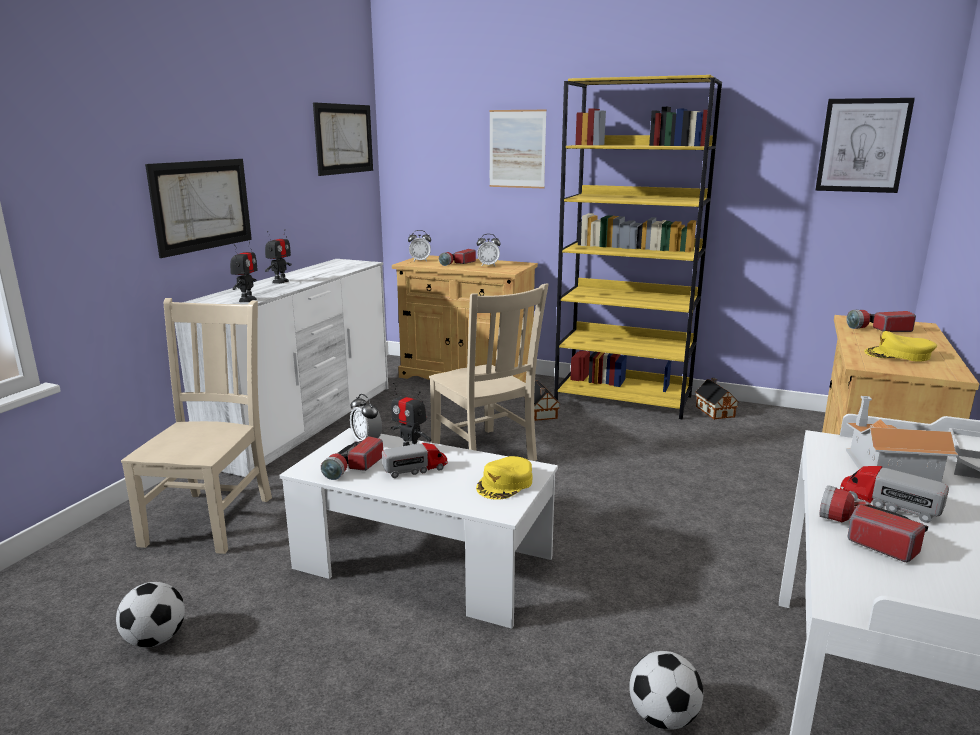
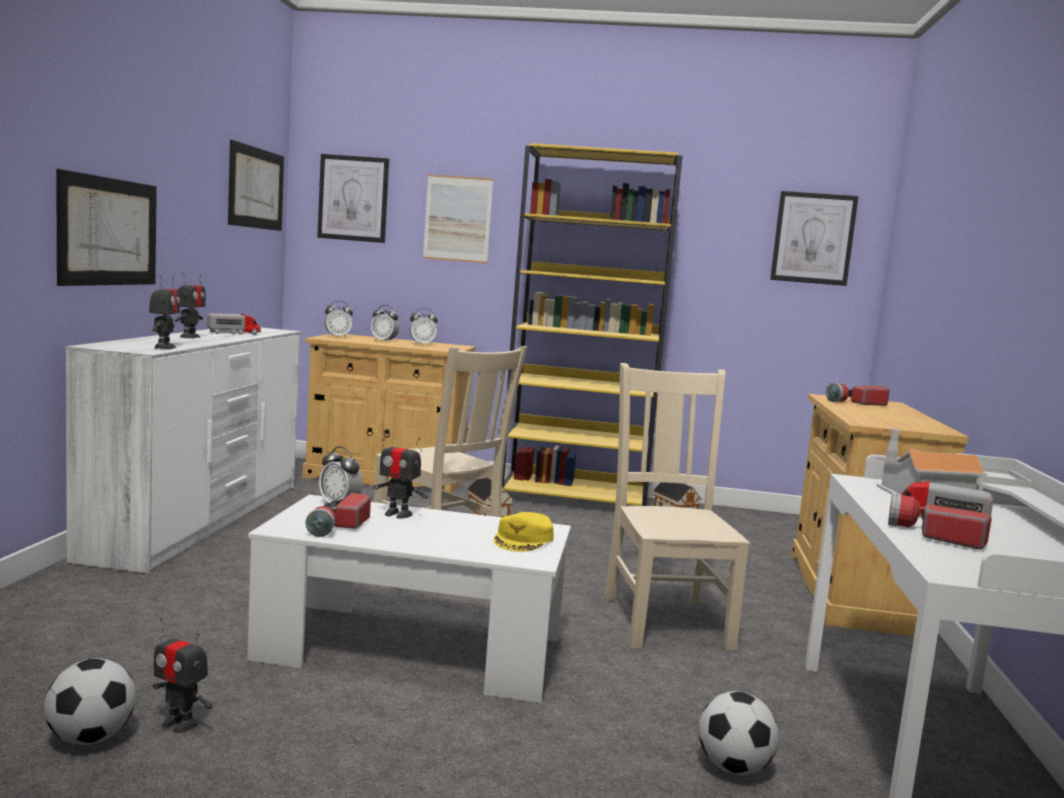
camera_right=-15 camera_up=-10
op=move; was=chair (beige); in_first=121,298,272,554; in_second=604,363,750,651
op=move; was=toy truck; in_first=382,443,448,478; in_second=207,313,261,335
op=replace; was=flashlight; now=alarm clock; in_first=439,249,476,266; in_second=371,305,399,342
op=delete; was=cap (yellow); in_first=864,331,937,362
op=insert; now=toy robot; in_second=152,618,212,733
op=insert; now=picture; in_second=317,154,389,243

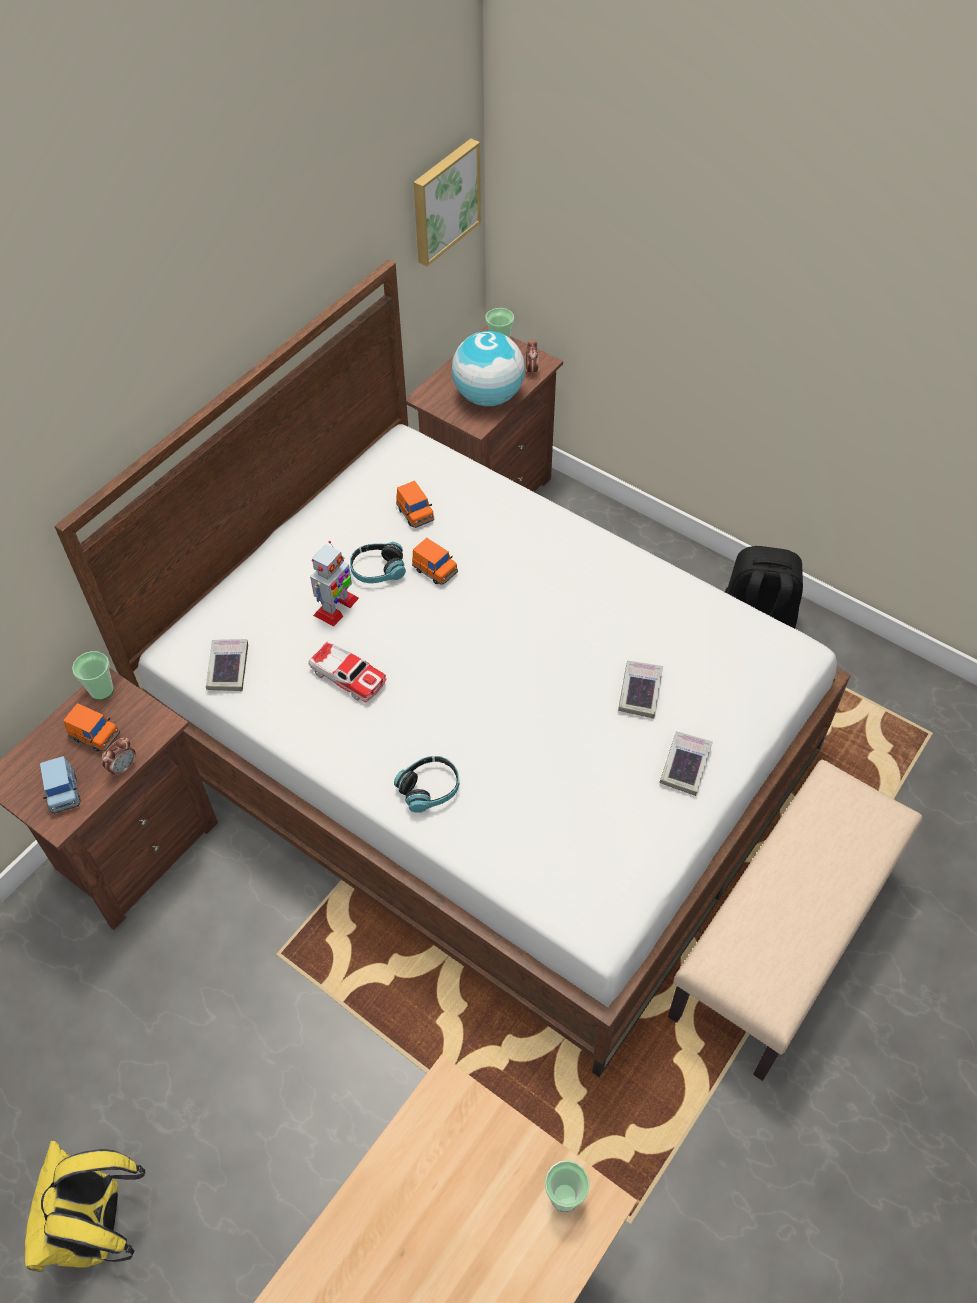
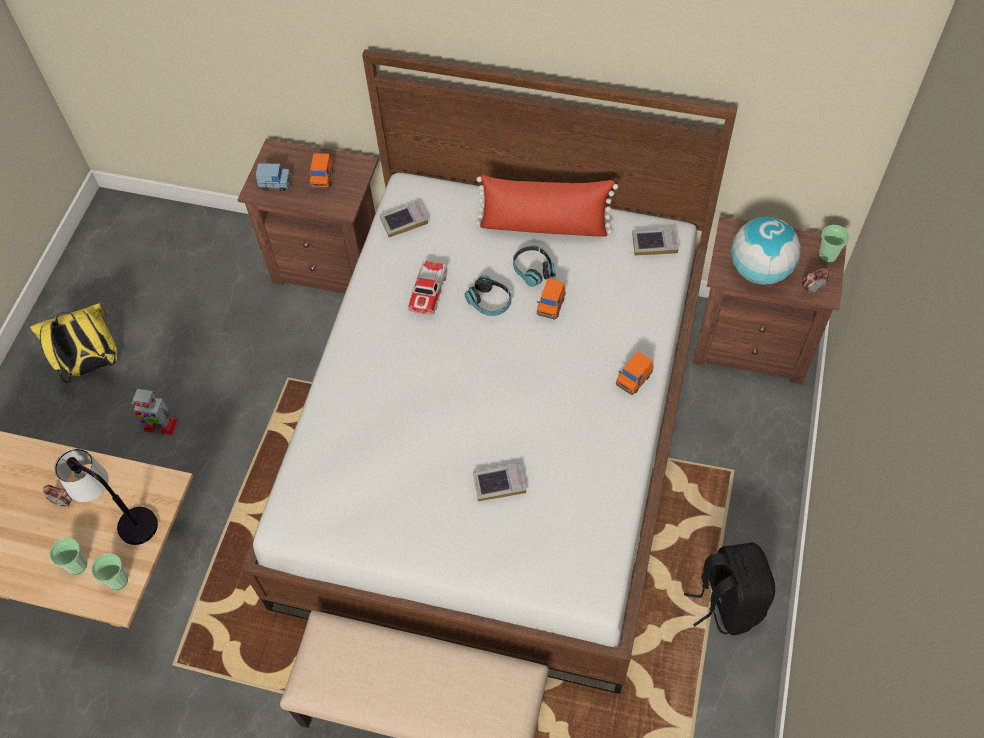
camera_right=70 camera_up=5
op=rotate; was=toy car (blue); in_first=40,756,81,814; in_second=255,163,292,191; clockwise=-135
op=move; was=cup; in_first=72,651,114,700; in_second=49,538,87,574
op=move; was=alarm clock; in_first=102,737,136,777; in_second=43,485,72,507
op=move; was=toy robot; in_first=310,541,359,627; in_second=132,389,178,435
op=move; was=headphones; in_first=394,756,459,813; in_second=464,275,511,316
op=move; was=toy car (orange); in_first=396,481,434,528; in_second=616,352,653,395
op=delete; was=picture; in_first=414,139,481,267
op=move; was=book; in_first=659,732,713,796; in_second=632,228,679,256
op=insert; now=table lamp; in_second=54,448,158,545
op=insert; now=pillow (red); in_second=475,175,618,236

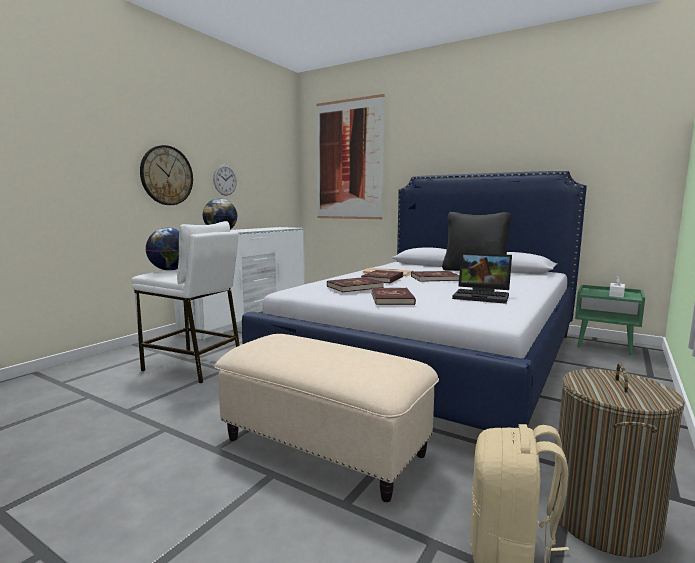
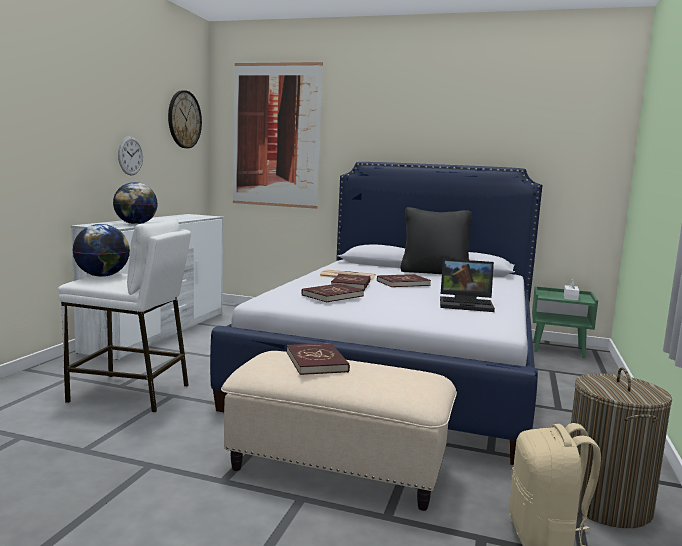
camera_right=-15 camera_up=0
op=move; was=wall clock; in_first=140,145,193,205; in_second=168,90,202,148
op=move; was=book (red); in_first=371,288,416,305; in_second=287,343,350,375

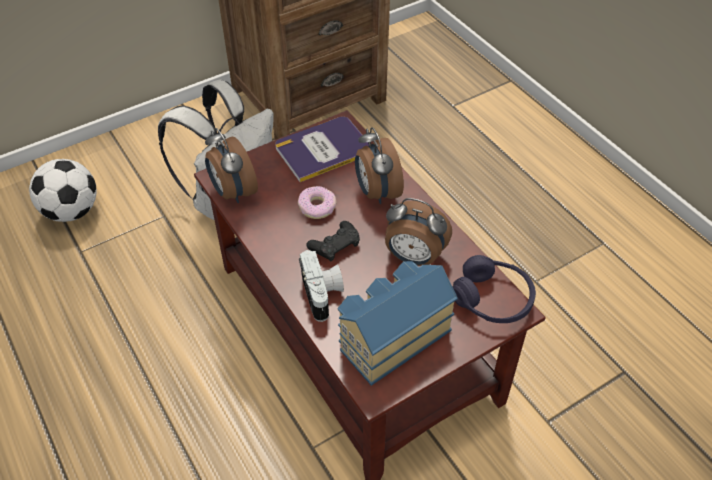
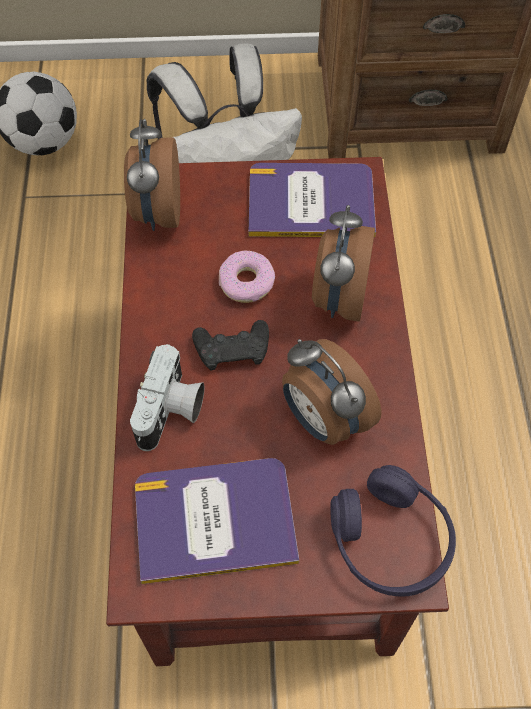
camera_right=30 camera_up=10
op=replace; was=toy house; now=book; in_first=337,261,458,386; in_second=135,458,299,584

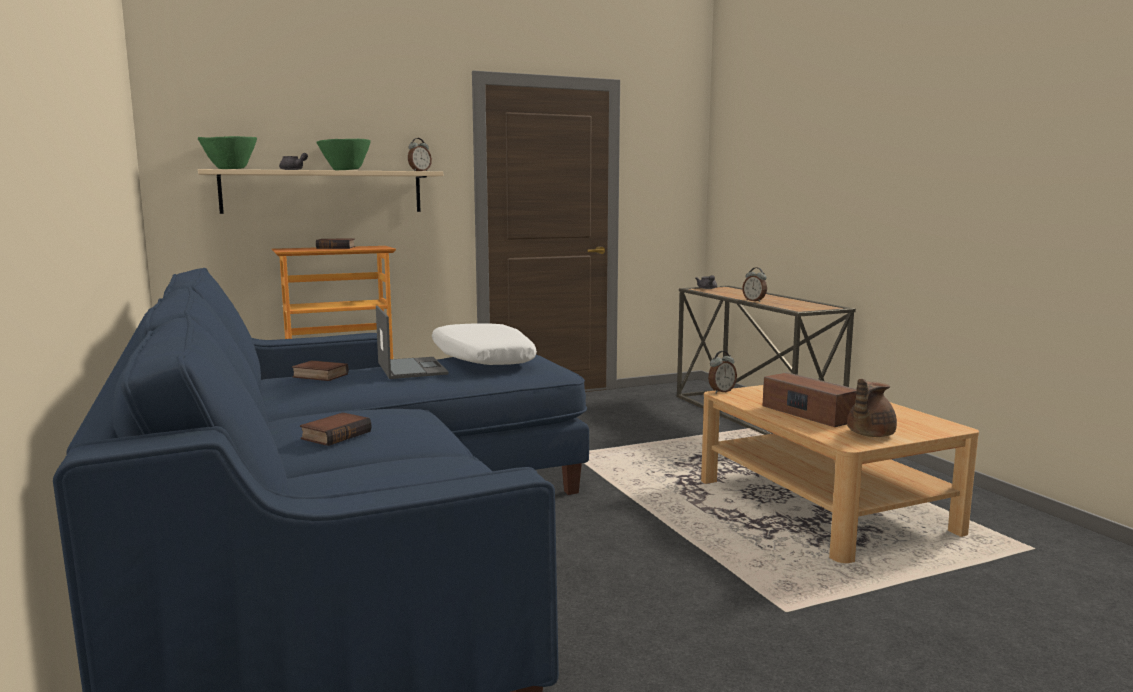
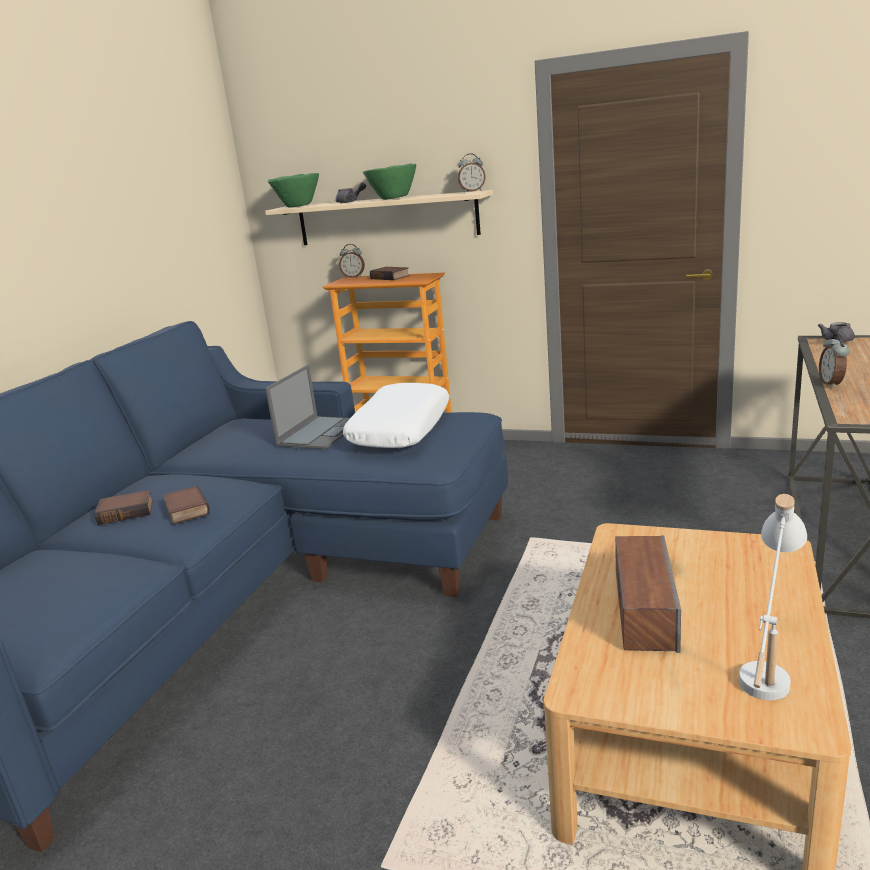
camera_right=45 camera_up=10
op=move; was=book; in_first=292,360,349,381; in_second=163,485,210,524
op=move; was=alarm clock; in_first=708,351,737,393; in_second=339,244,365,278
op=delete; was=teapot (brown); in_first=847,379,897,437
op=insert; now=table lamp (white); in_second=739,494,807,700

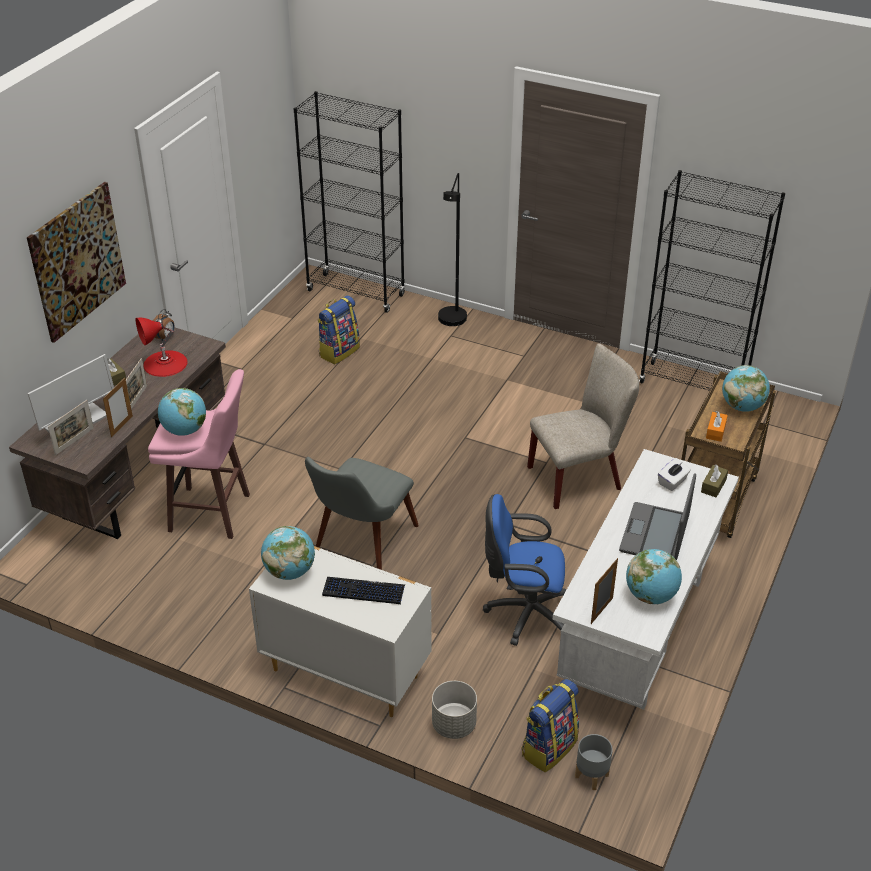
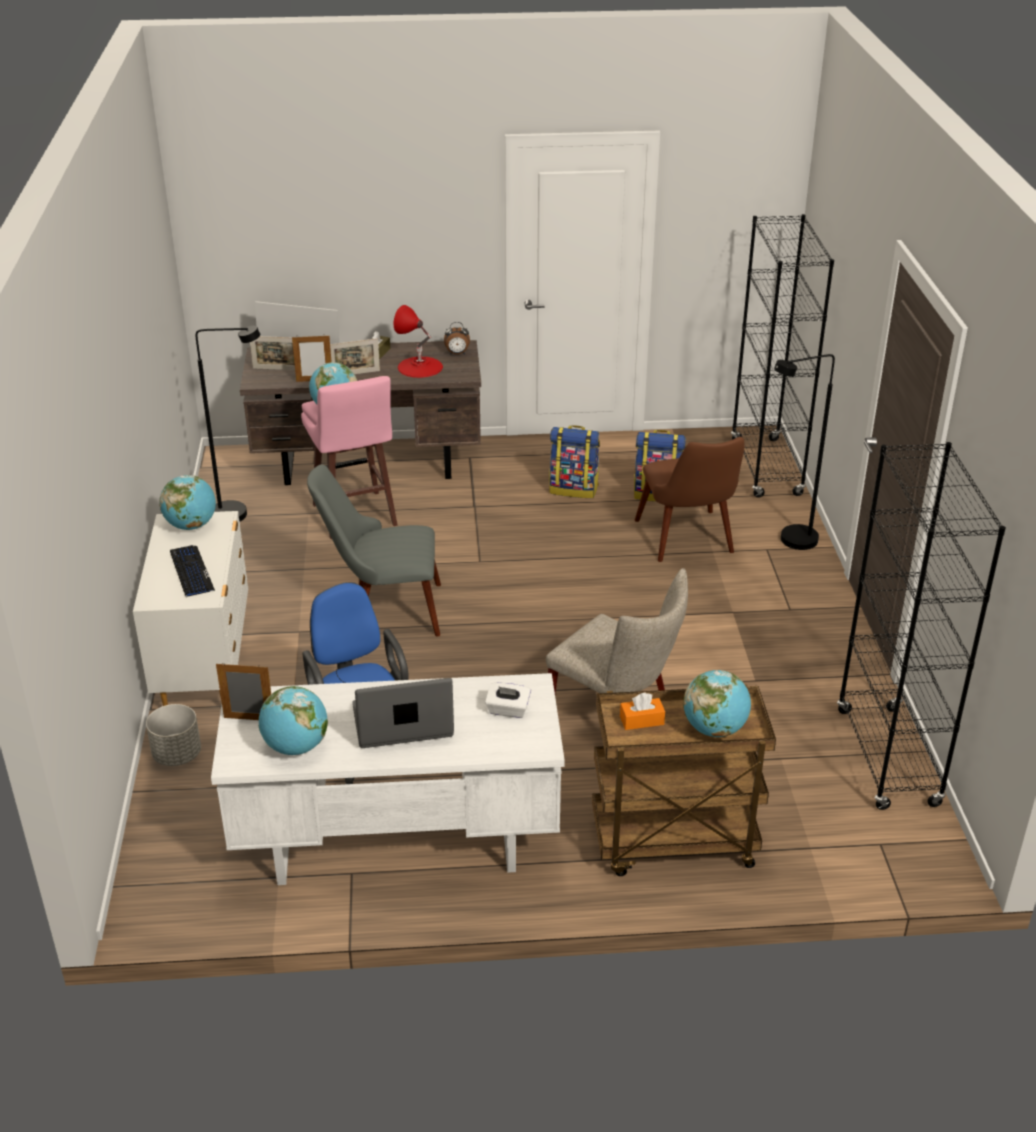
camera_right=60 camera_up=-5
op=delete; was=picture; in_first=27,182,126,343
op=move; was=backpack; in_first=522,679,579,772; in_second=549,425,600,498
op=delete; was=planter (grey); in_first=575,734,613,790
op=delete; was=tissue box (brown); in_first=701,465,728,497
op=insert; now=floor lamp (black); in_second=196,326,260,521
op=insert; now=chair (brown); in_second=635,437,745,562

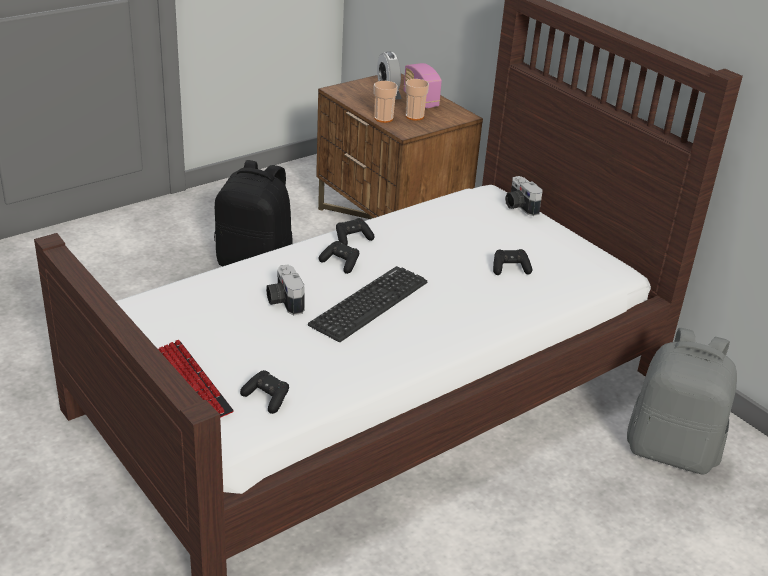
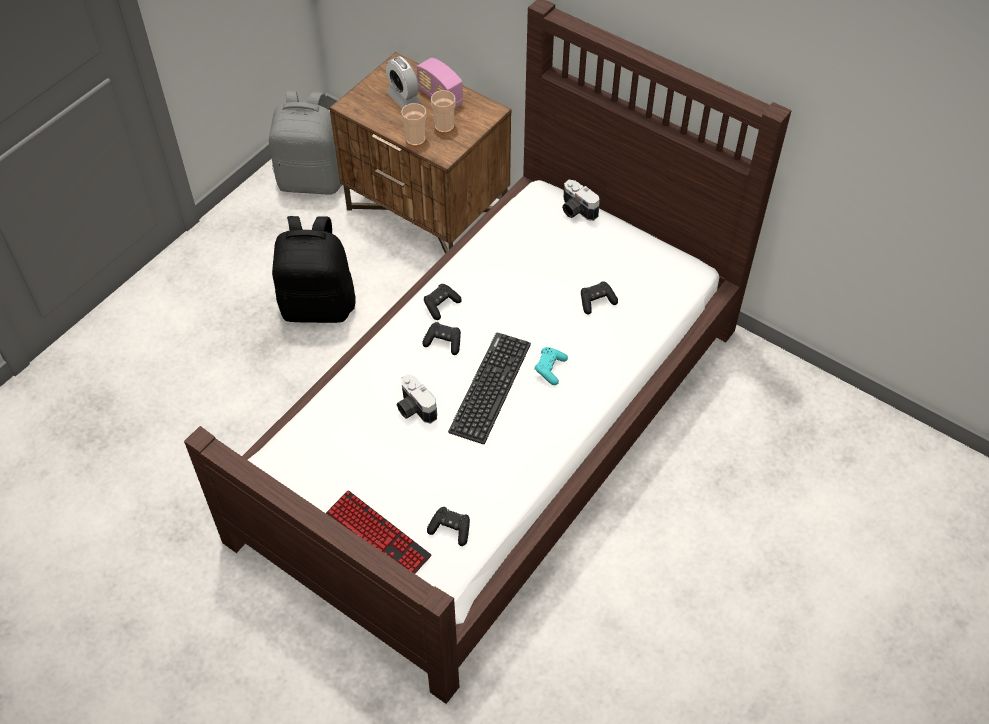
camera_right=-15 camera_up=20
op=move; was=backpack (grey); in_first=627,328,737,474; in_second=269,90,342,194
op=insert; now=game controller (turquoise); in_second=534,347,568,385

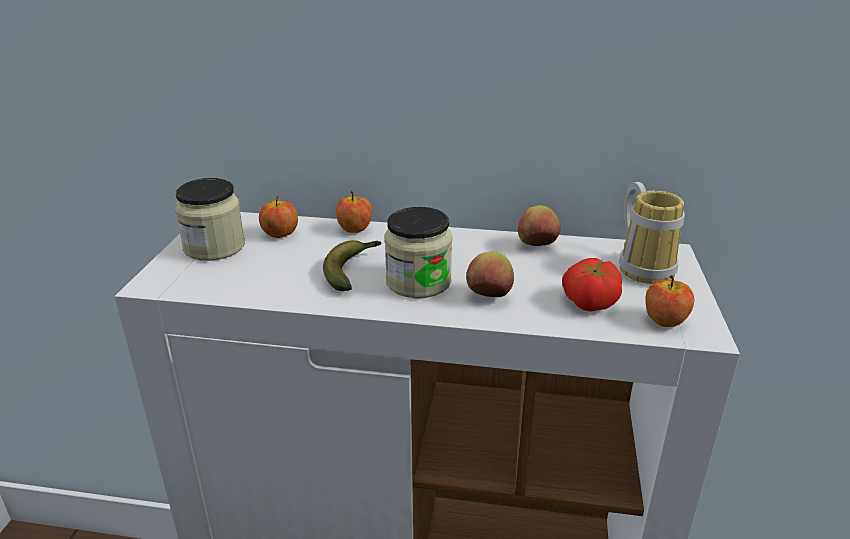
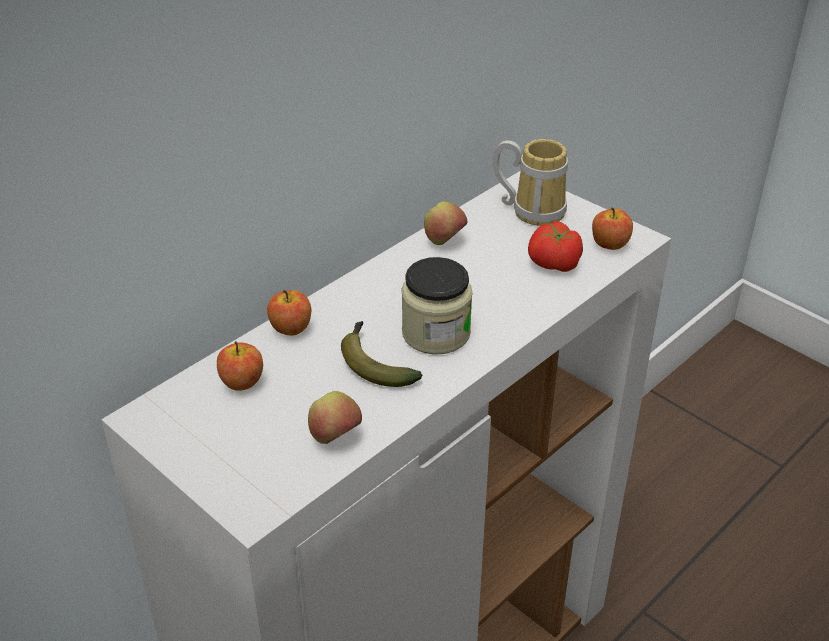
camera_right=-55 camera_up=10
op=delete; was=jar; in_first=175,178,245,261
op=move; was=apple; in_first=466,252,514,297; in_second=308,391,362,444

